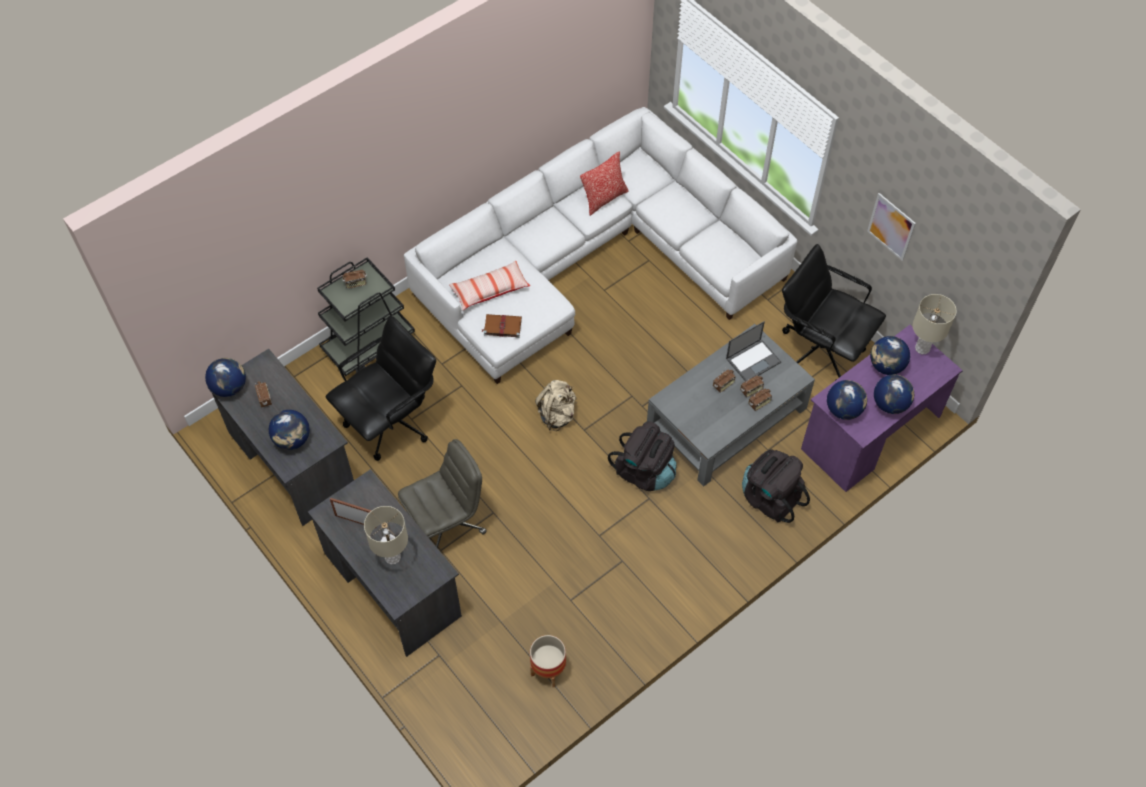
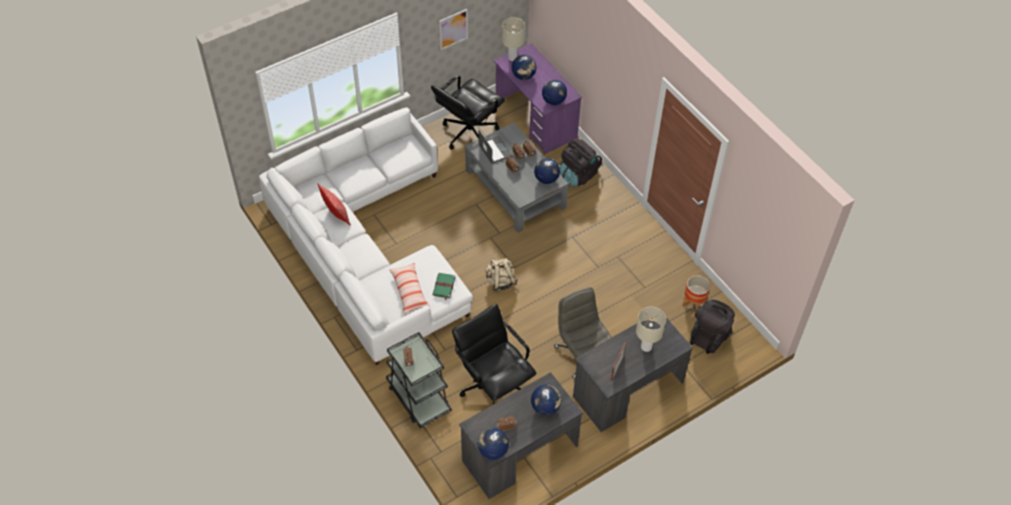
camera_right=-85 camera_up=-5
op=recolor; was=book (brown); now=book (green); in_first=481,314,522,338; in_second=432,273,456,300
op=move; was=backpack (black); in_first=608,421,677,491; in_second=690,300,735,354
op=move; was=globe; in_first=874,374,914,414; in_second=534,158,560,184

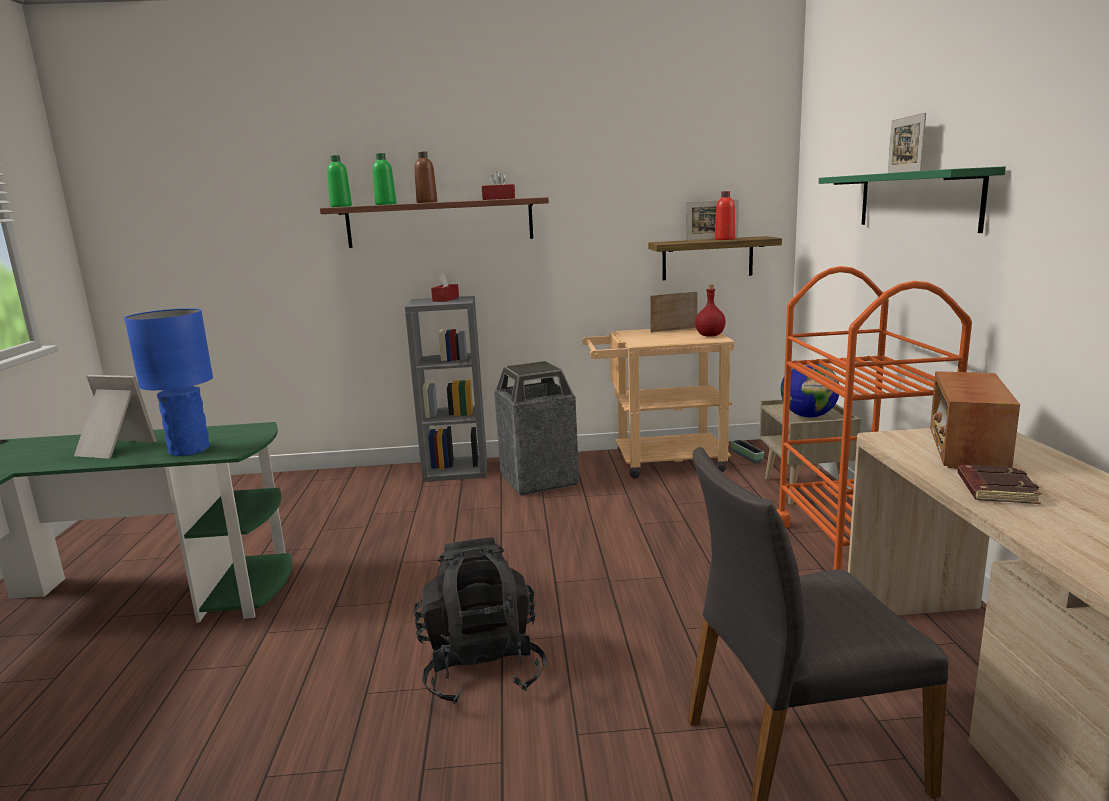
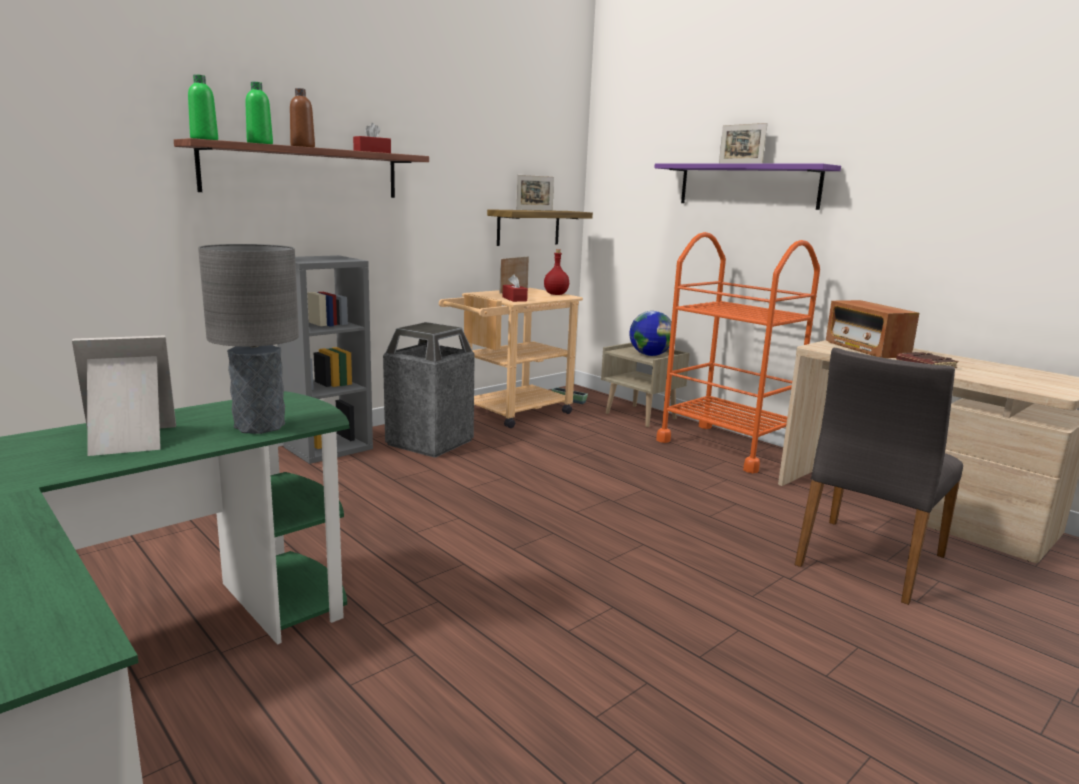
camera_right=-40 camera_up=0
op=recolor; was=table lamp (blue); now=table lamp (grey); in_first=124,308,213,457; in_second=198,244,299,434
op=delete; was=backpack (black); in_first=414,537,547,704
op=move; was=tissue box (red); in_first=431,273,459,302; in_second=503,274,528,302
op=delete; was=bottle (red); in_first=715,191,735,240
op=recolor; was=shelf (green); now=shelf (purple); in_first=819,166,1006,233; in_second=654,163,841,210

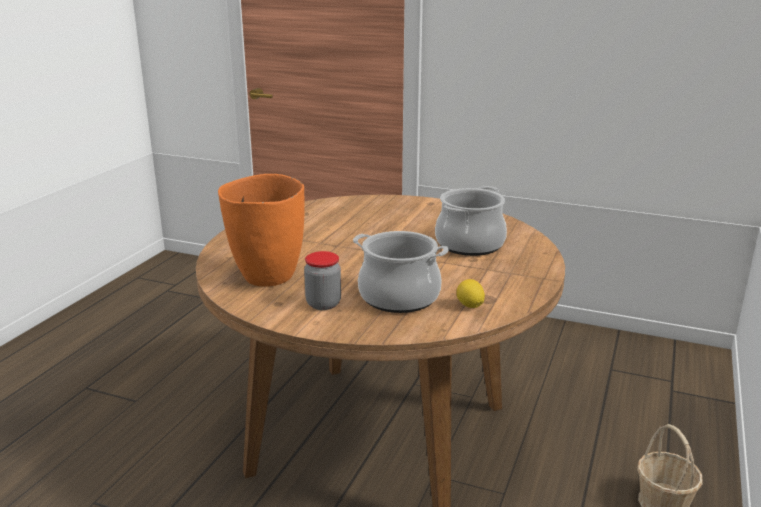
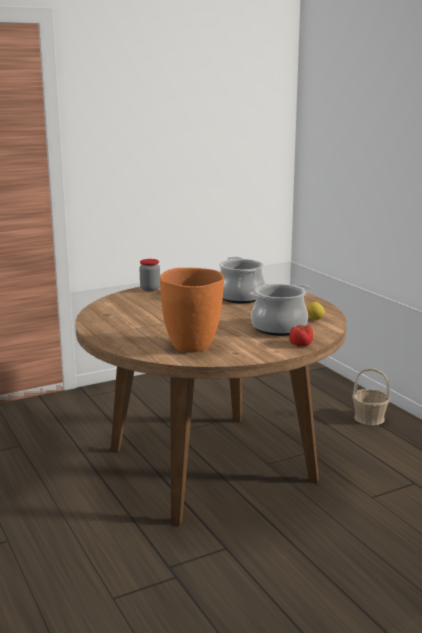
camera_right=-50 camera_up=-5
op=move; was=jar; in_first=304,251,341,310; in_second=140,259,160,291
op=insert; now=tomato; in_second=289,325,313,347

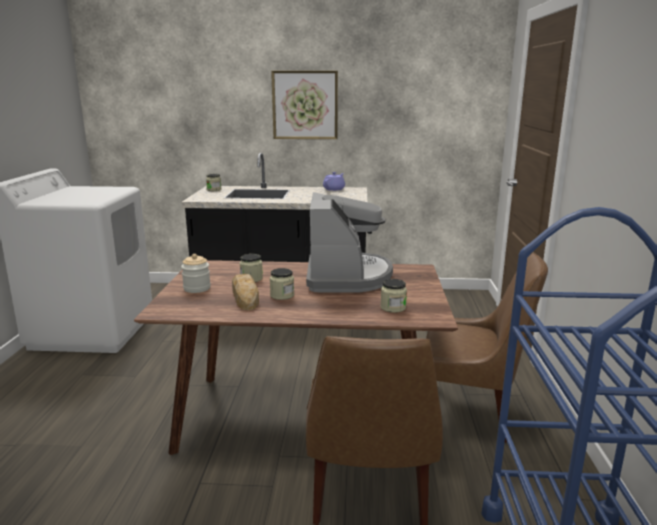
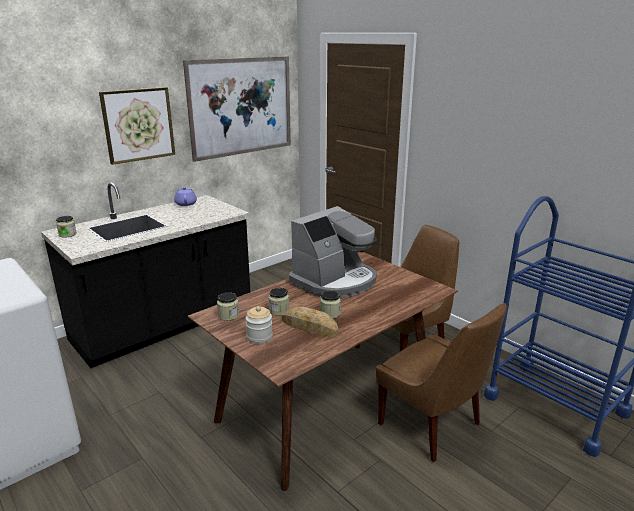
camera_right=-45 camera_up=5
op=rotate; was=coffee machine; in_first=306,192,393,292; in_second=289,206,377,298; clockwise=90
op=move; was=jar; in_first=381,279,407,313; in_second=217,292,239,321
op=insert; now=picture; in_second=183,56,291,162

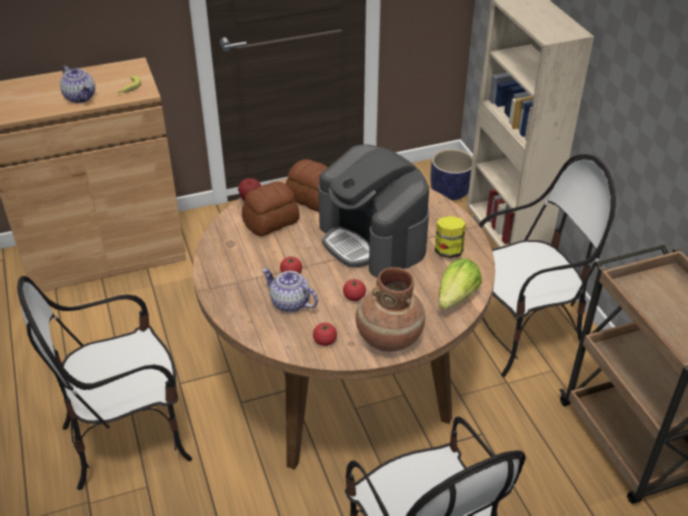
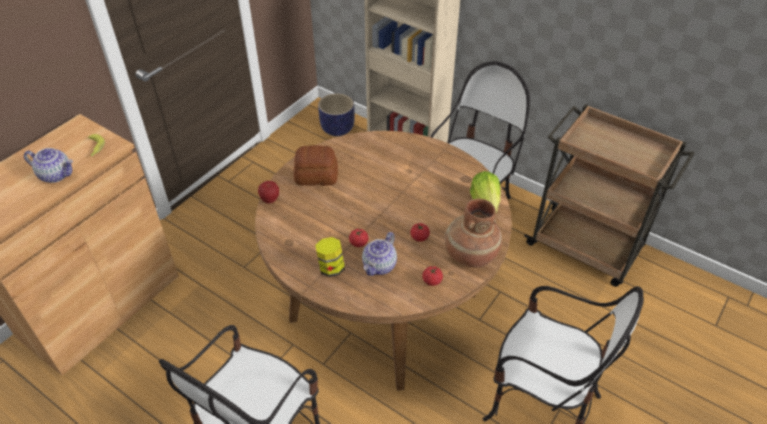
camera_right=-35 camera_up=5
op=delete; was=bread; in_first=242,181,299,236
op=rotate; was=teapot; in_first=262,268,318,312; in_second=362,232,397,276; clockwise=-60
op=delete; was=coffee machine; in_first=319,144,429,278
op=move; was=jar; in_first=435,216,466,258; in_second=315,237,345,277

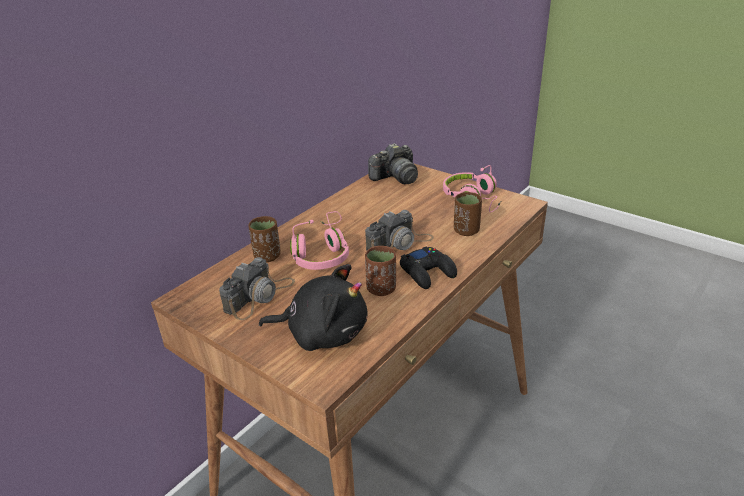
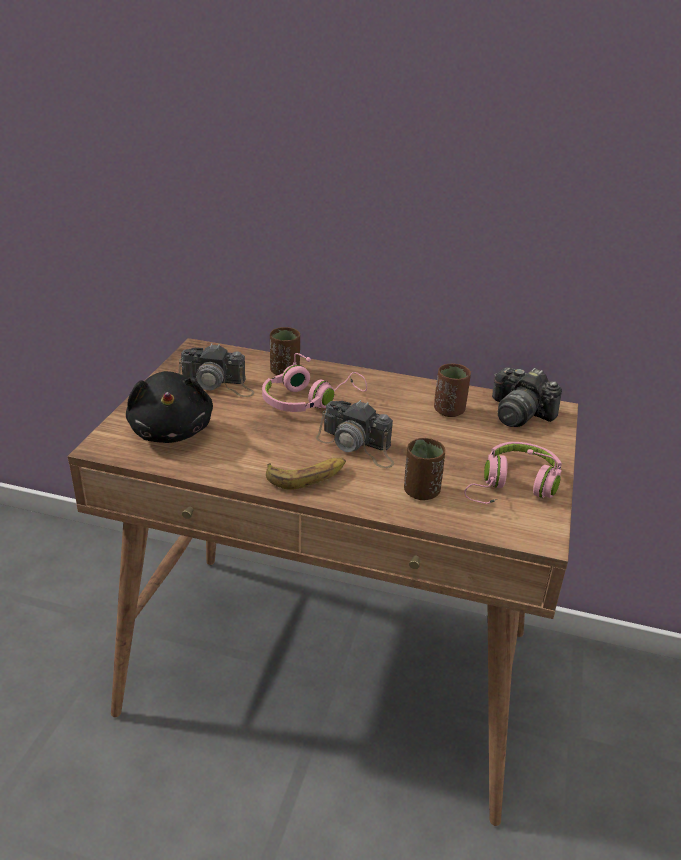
camera_right=65 camera_up=0
op=move; was=cup (brown); in_first=365,246,396,296; in_second=434,363,471,417
op=replace; was=game controller (black); now=banana; in_first=400,246,457,289; in_second=266,458,346,490

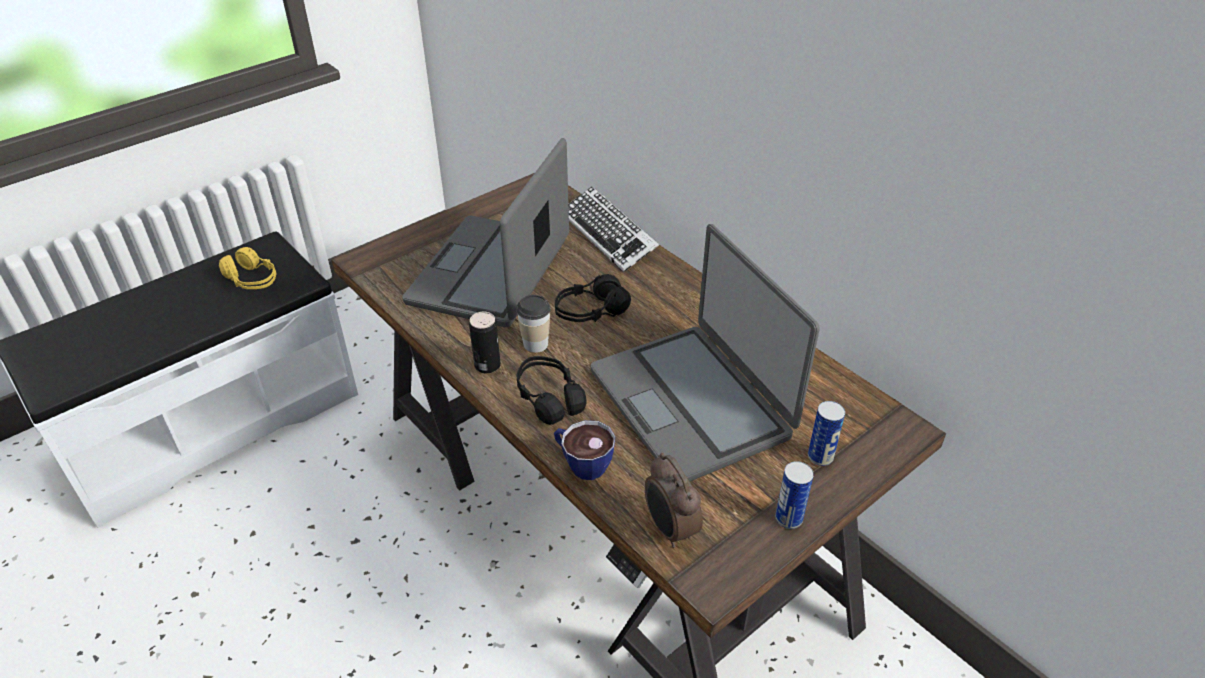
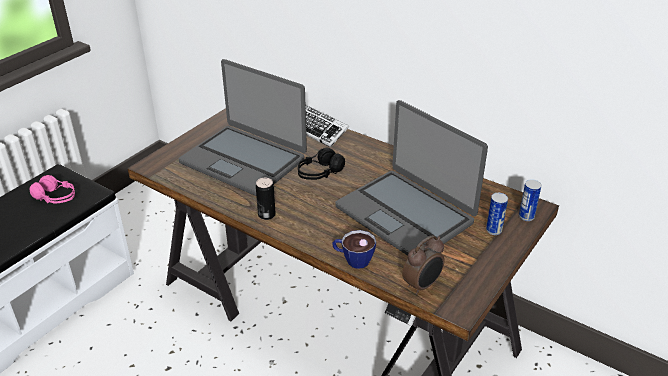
camera_right=-15 camera_up=-5
op=recolor; was=headphones (yellow); now=headphones (pink); in_first=219,247,277,289; in_second=30,175,75,203
op=rotate; was=laptop; in_first=402,138,569,327; in_second=179,59,307,196; clockwise=-60
op=delete; was=cup; in_first=516,295,551,353
op=delete; was=headphones (black); in_first=516,356,587,425
op=rotate; was=alarm clock; in_first=645,453,703,548; in_second=402,235,445,295; clockwise=-90
op=move; was=can; in_first=775,461,814,529; in_second=519,179,542,221

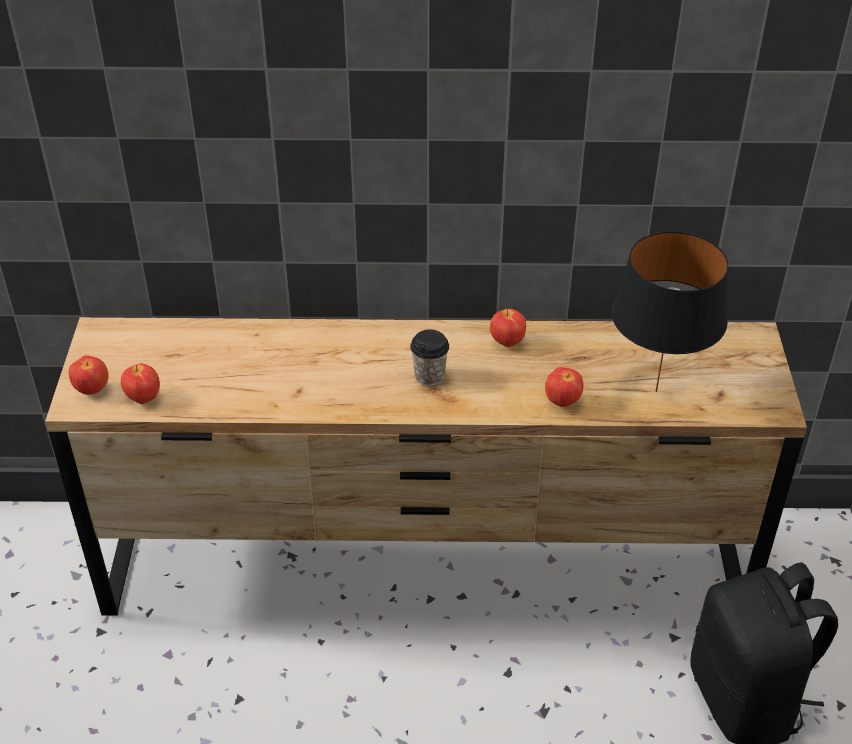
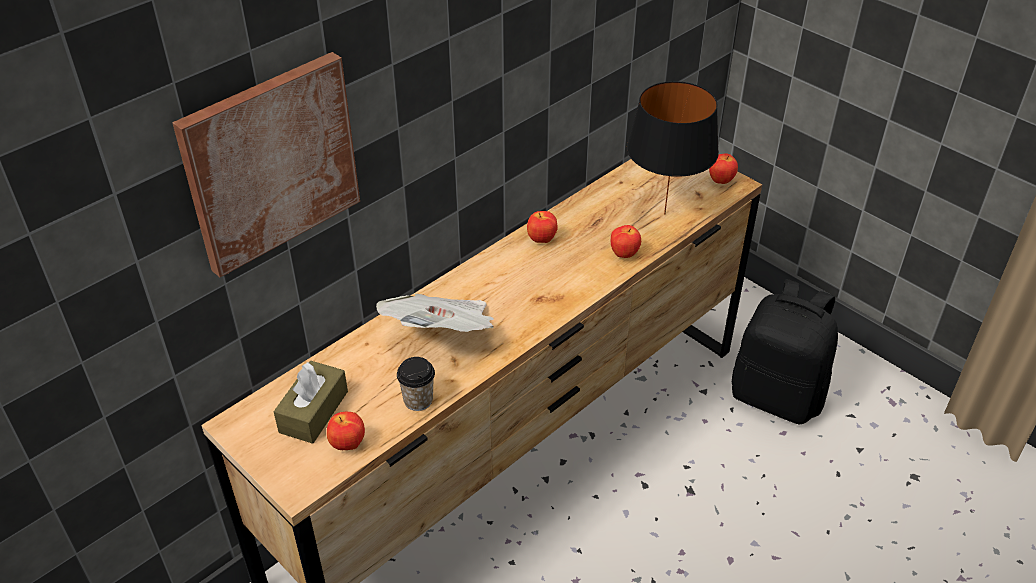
camera_right=-45 camera_up=0
op=move; was=apple; in_first=69,355,109,395; in_second=709,154,738,184
op=move; was=cup; in_first=410,329,449,386; in_second=397,357,435,411
op=insert; now=picture; in_second=172,52,360,277
op=insert; now=tissue box (brown); in_second=274,361,348,444
op=insert; now=newspaper; in_second=376,294,494,332

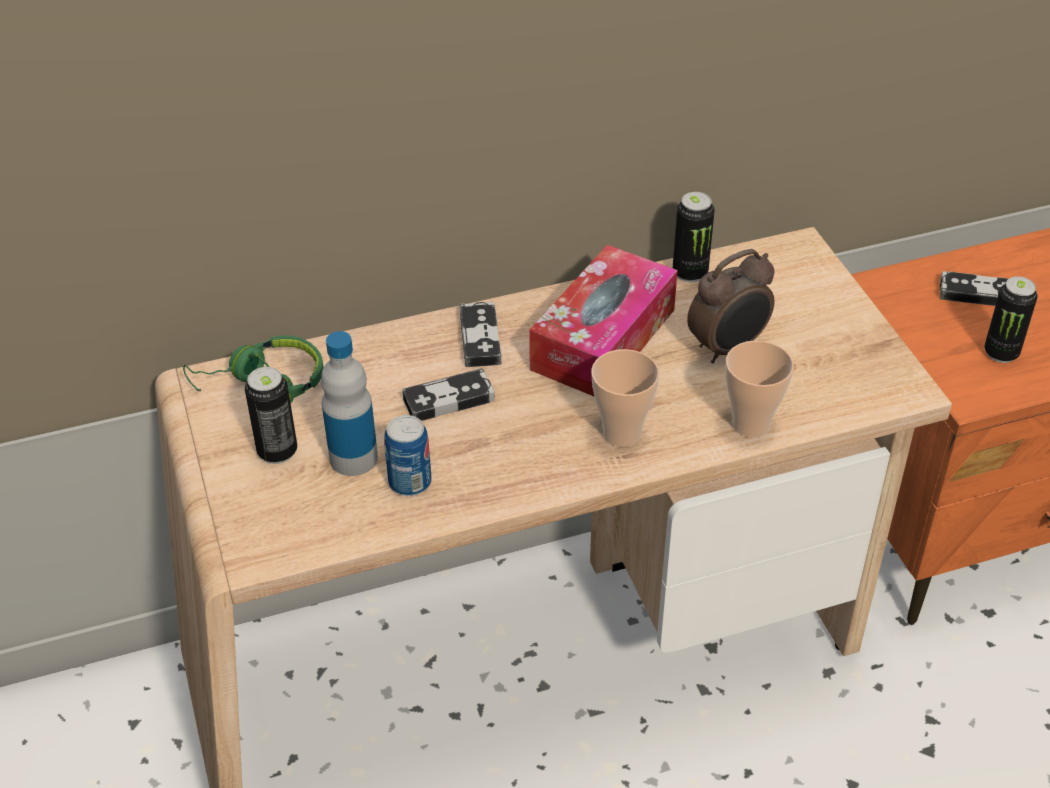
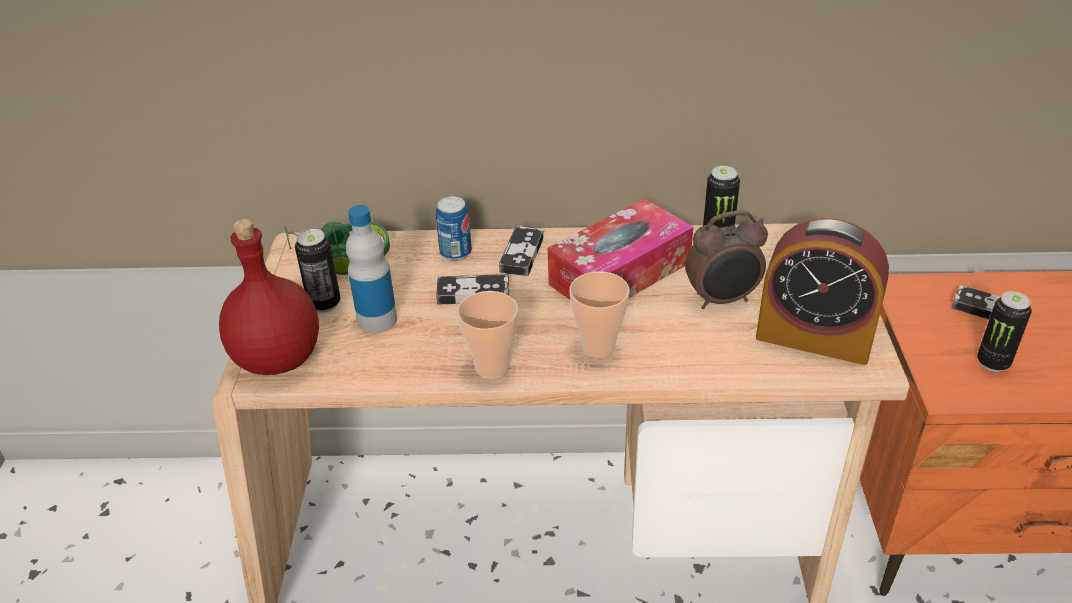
camera_right=20 camera_up=-5
op=move; was=can; in_first=384,415,432,496; in_second=436,197,472,261
op=move; was=cup; in_first=726,340,794,438; in_second=457,291,518,379
op=insert; now=bottle (red); in_second=219,219,319,375
op=insert; now=alarm clock; in_second=756,218,889,365

